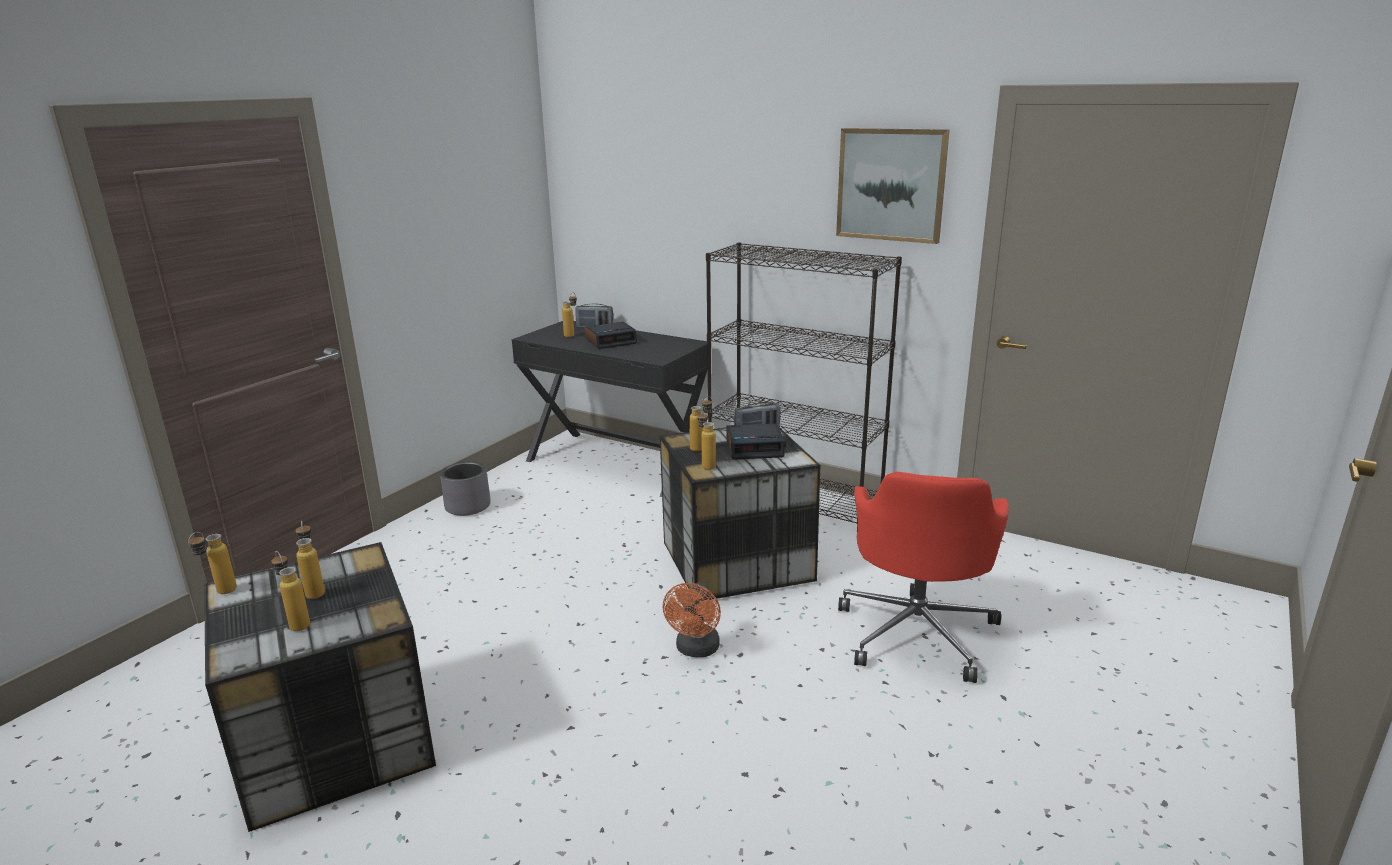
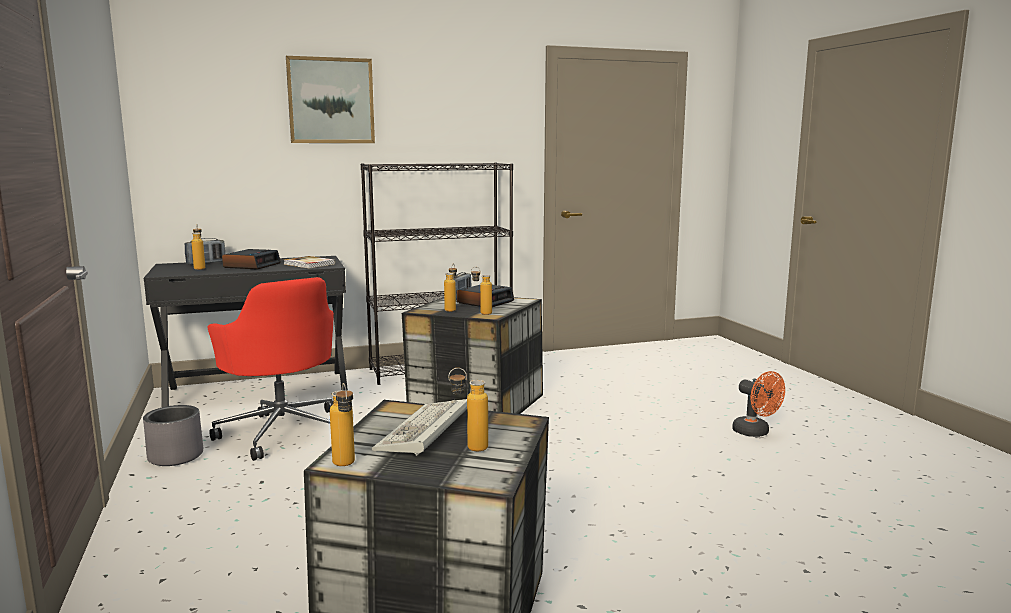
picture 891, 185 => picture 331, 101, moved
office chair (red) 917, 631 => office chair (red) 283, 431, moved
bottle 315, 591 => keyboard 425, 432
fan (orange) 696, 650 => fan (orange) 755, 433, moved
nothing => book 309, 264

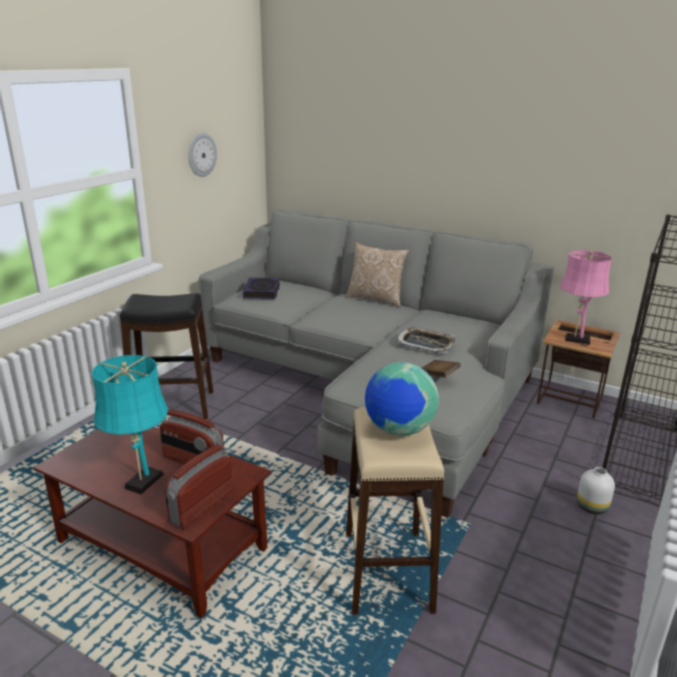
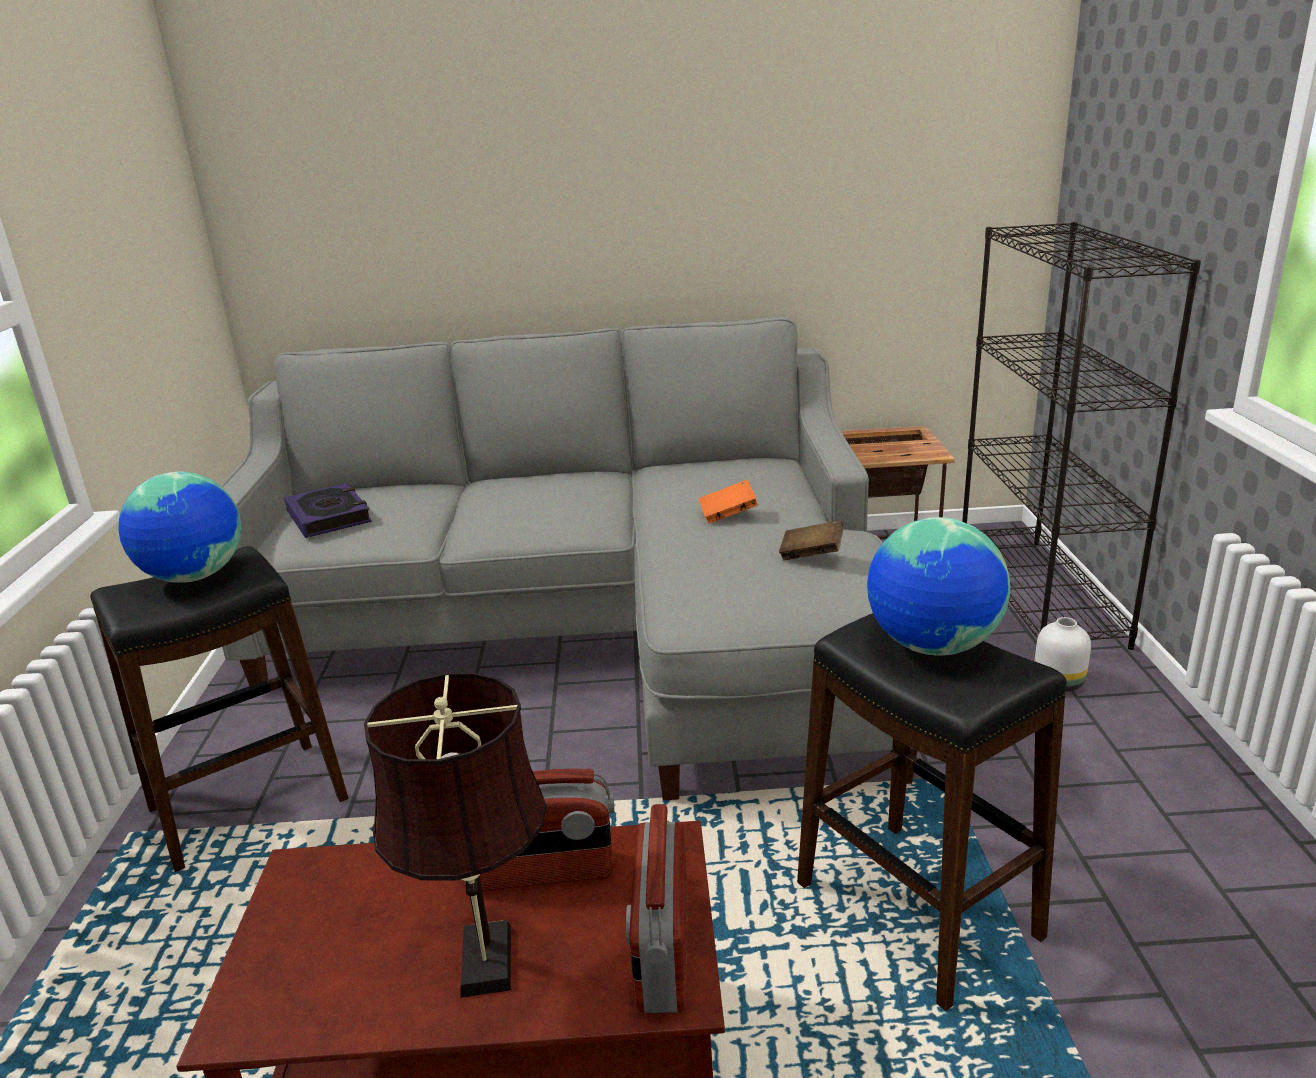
wall clock 201, 155 => nothing
pillow 376, 299 => nothing
table lamp (pink) 574, 339 => nothing
tray 426, 344 => book (orange) 728, 515
table lamp (turquoise) 141, 483 => table lamp (brown) 485, 968
stool (beige) 388, 571 => stool (black) 918, 910
nothing => globe 195, 577

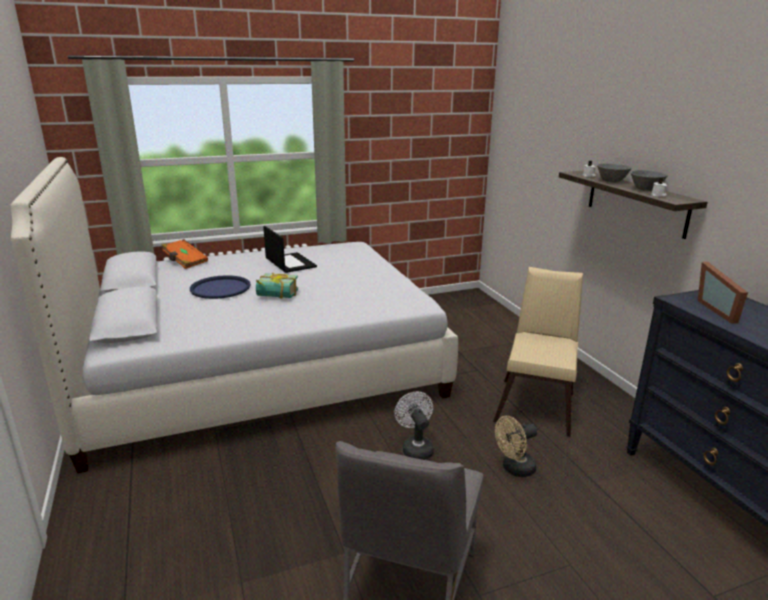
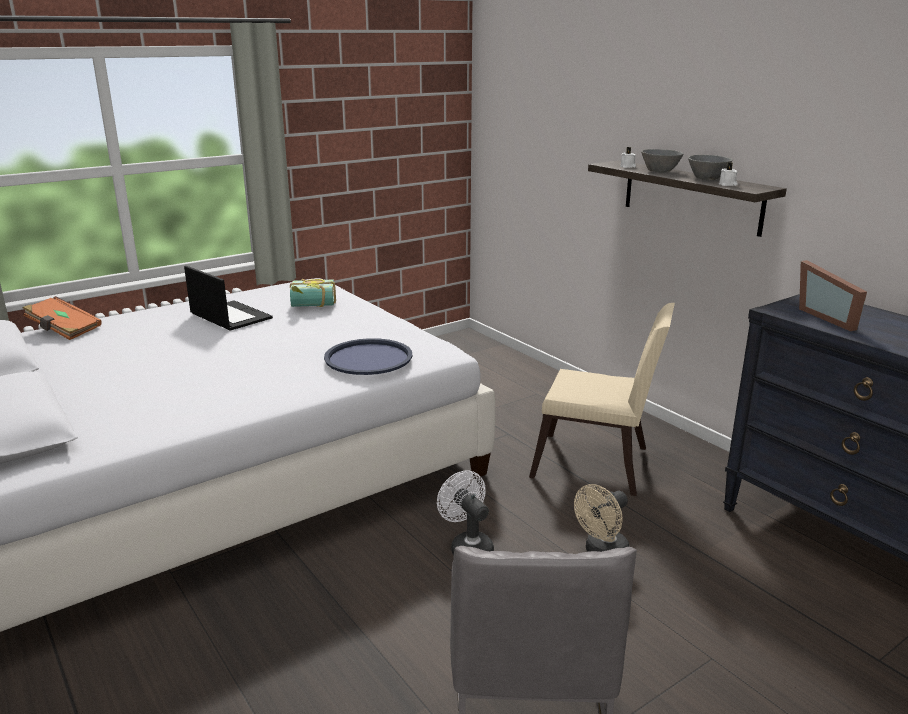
chair (beige) 537, 403 => chair (beige) 598, 466, 105 degrees clockwise
book 276, 296 => book 313, 306, moved
tray (blue) 220, 288 => tray (blue) 368, 358, moved

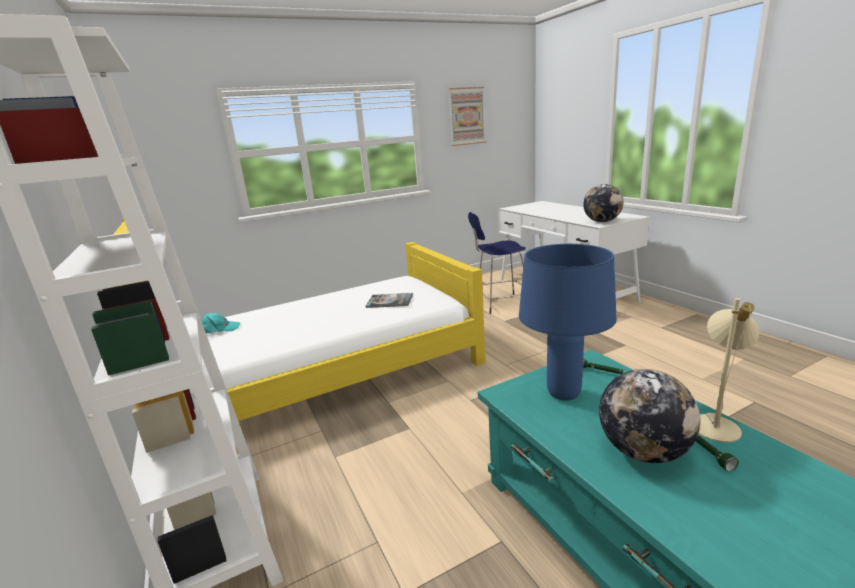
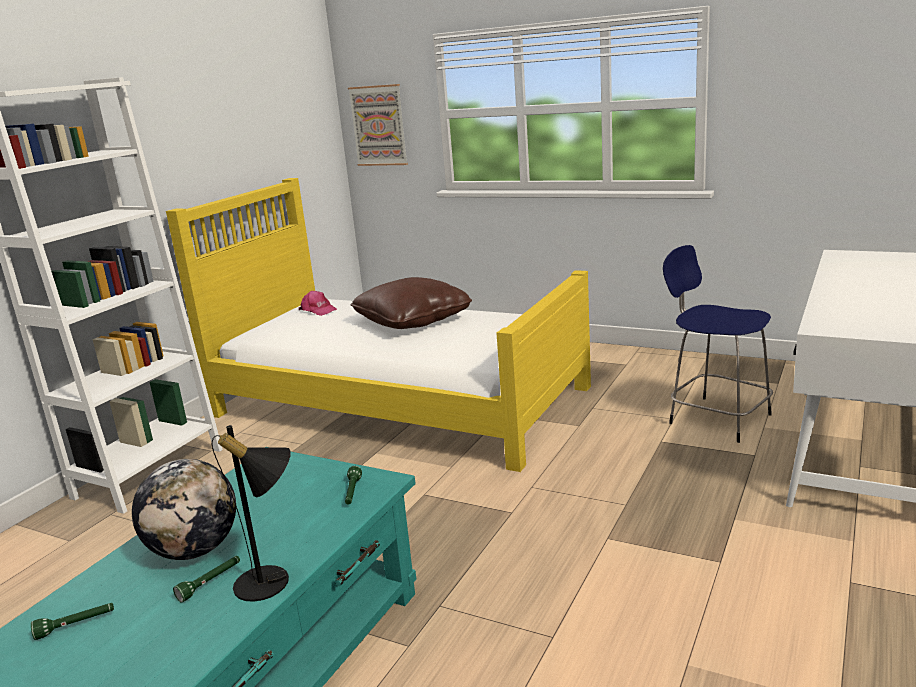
picture 467, 116 => picture 379, 125, moved
globe 602, 221 => nothing
table lamp (blue) 563, 394 => nothing
book 390, 301 => nothing
table lamp (beige) 716, 423 => table lamp (black) 272, 583
cap (turquoise) 218, 329 => cap (pink) 318, 310
nothing => pillow (brown) 412, 321
nothing => flashlight (green) 76, 625

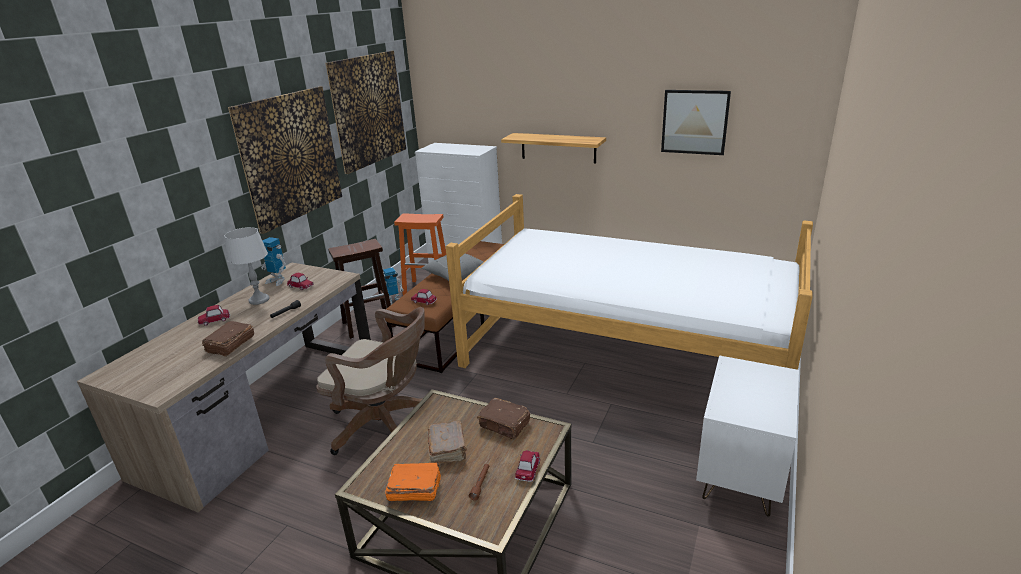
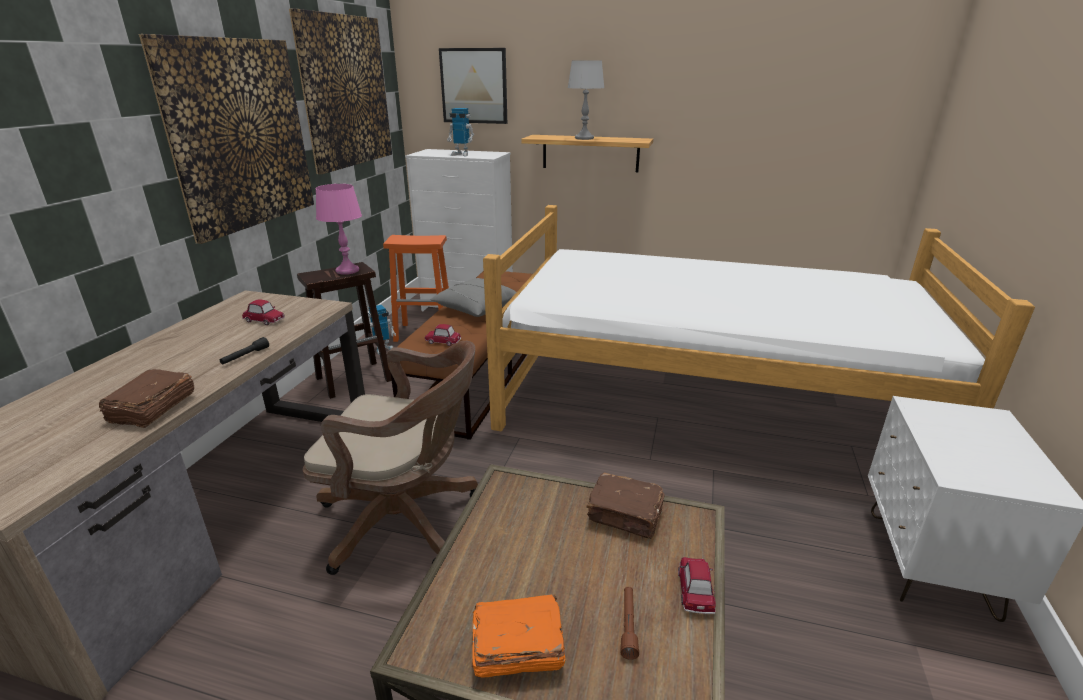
picture 694, 122 => picture 474, 86, moved
table lamp (grey) 259, 300 => table lamp (grey) 584, 138, moved
toy robot 277, 281 => toy robot 461, 154, moved
toy car 215, 320 => nothing
book (brown) 448, 449 => nothing
nothing => table lamp (pink) 347, 271

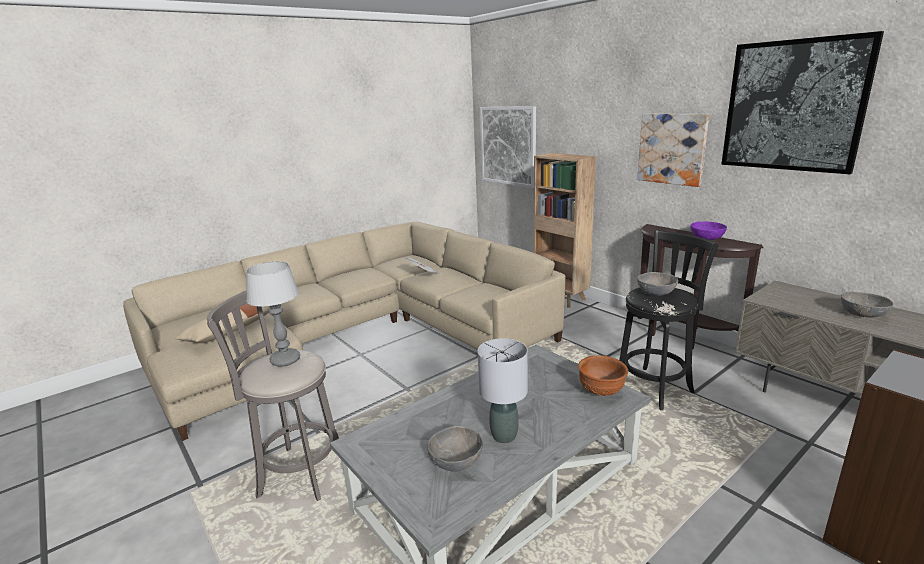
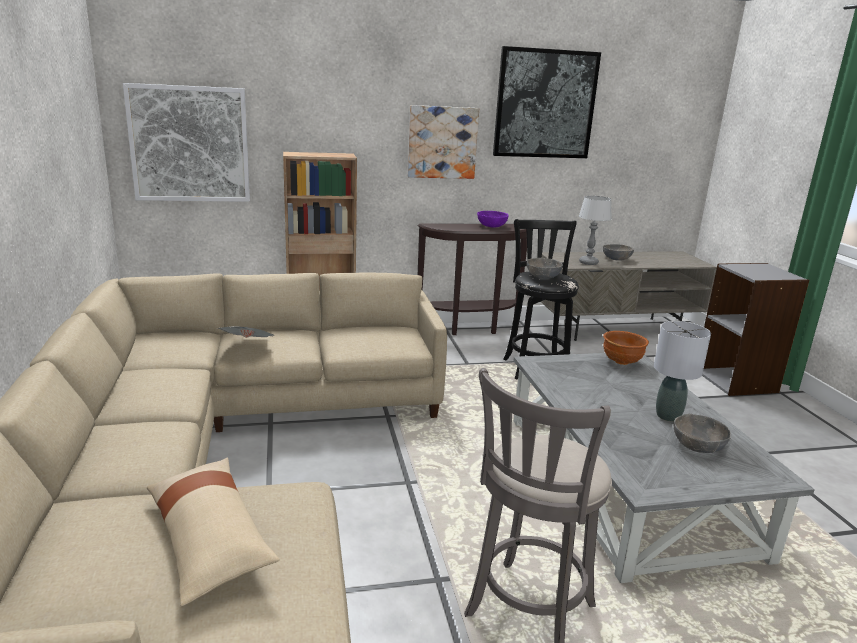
table lamp 286, 360 => table lamp 588, 262, moved

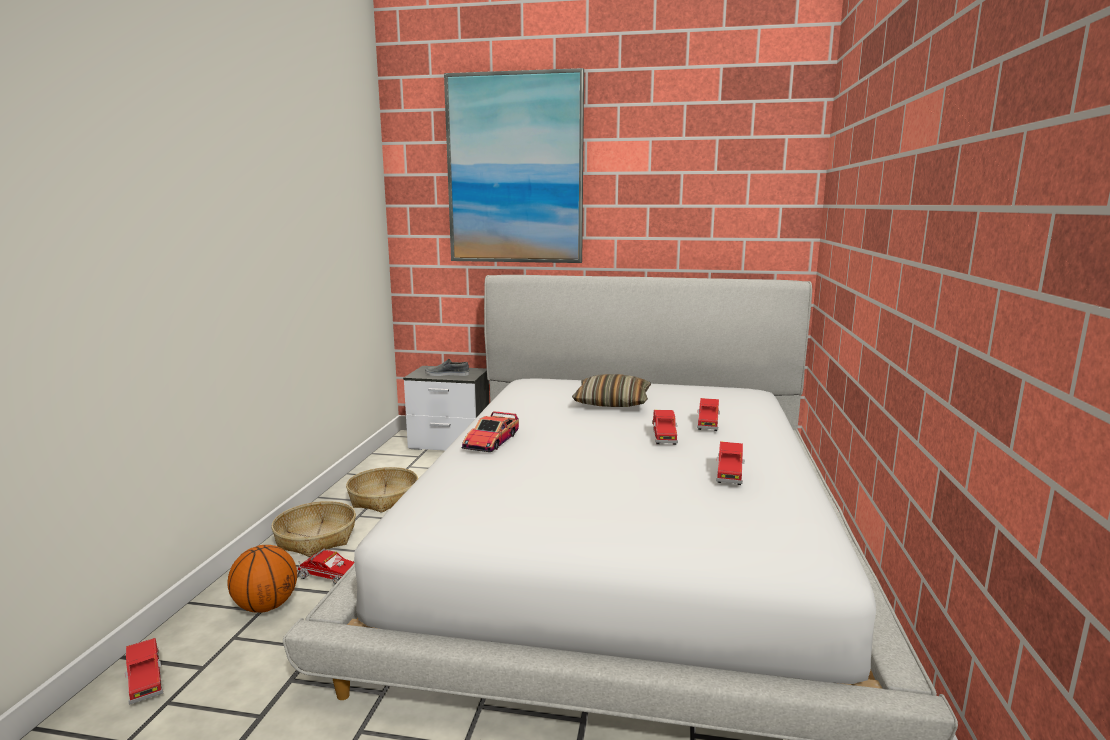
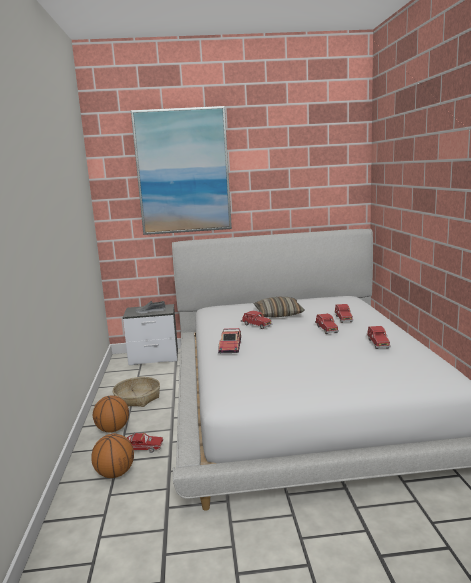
basket 316, 538 => basketball 113, 429
toy car (red) 146, 681 => toy car (red) 256, 325, moved

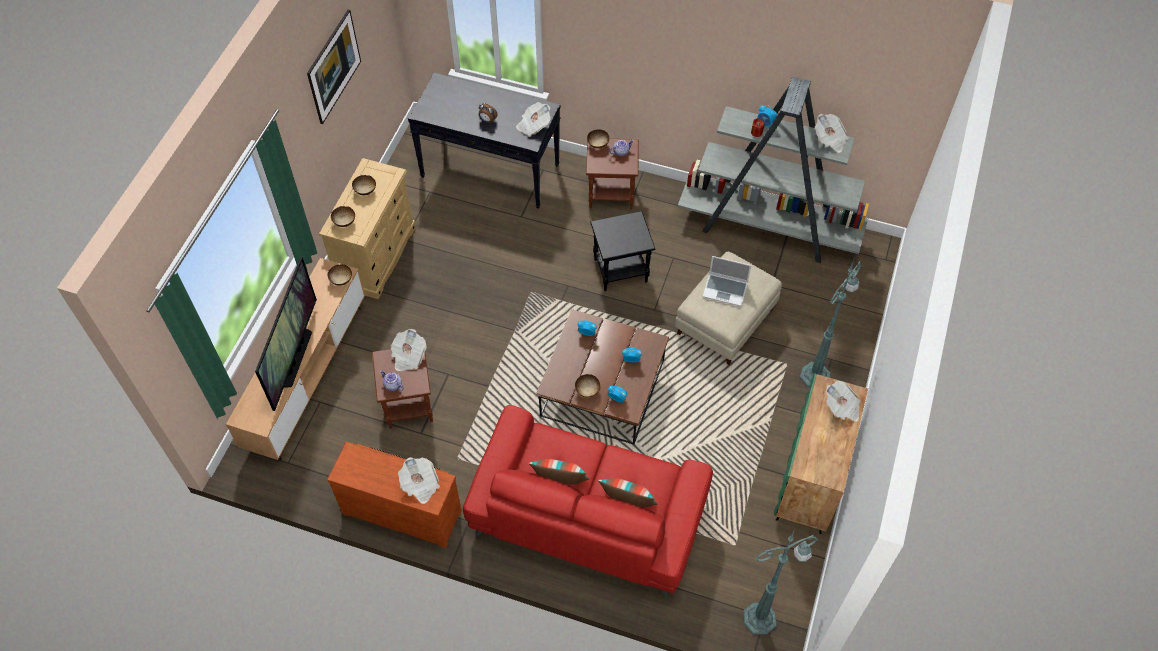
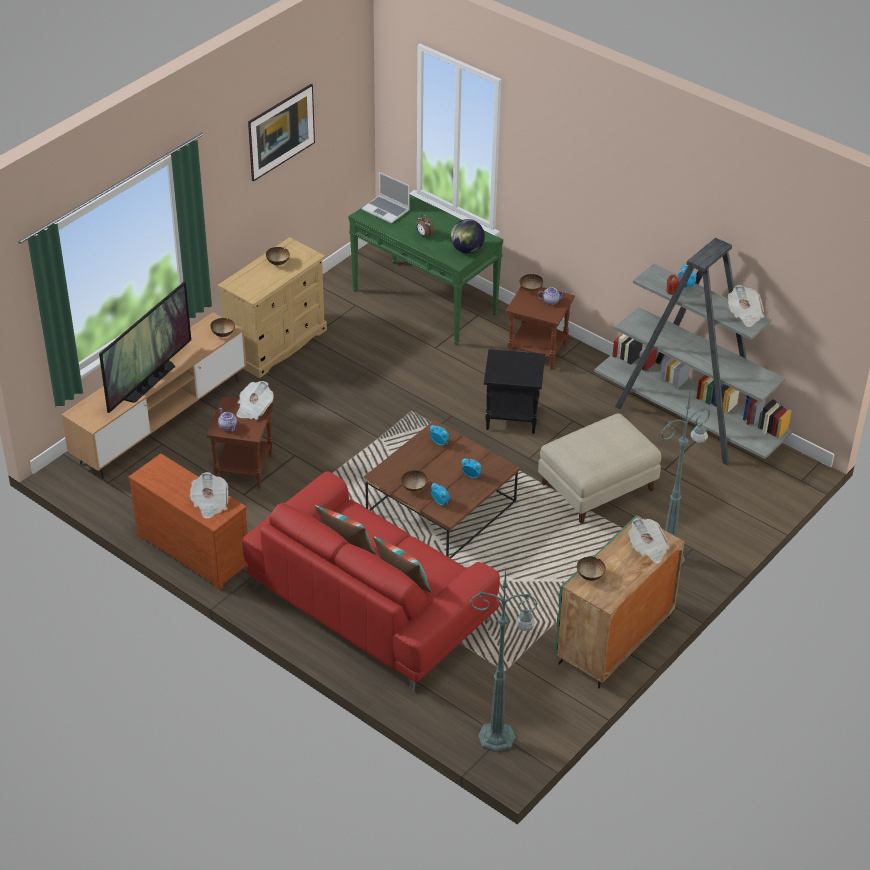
console table (black) 491, 171 => console table (green) 425, 303
newspaper 533, 125 => globe 467, 250
bowl 344, 222 => bowl 590, 576, moved
laptop 725, 290 => laptop 386, 210, moved

